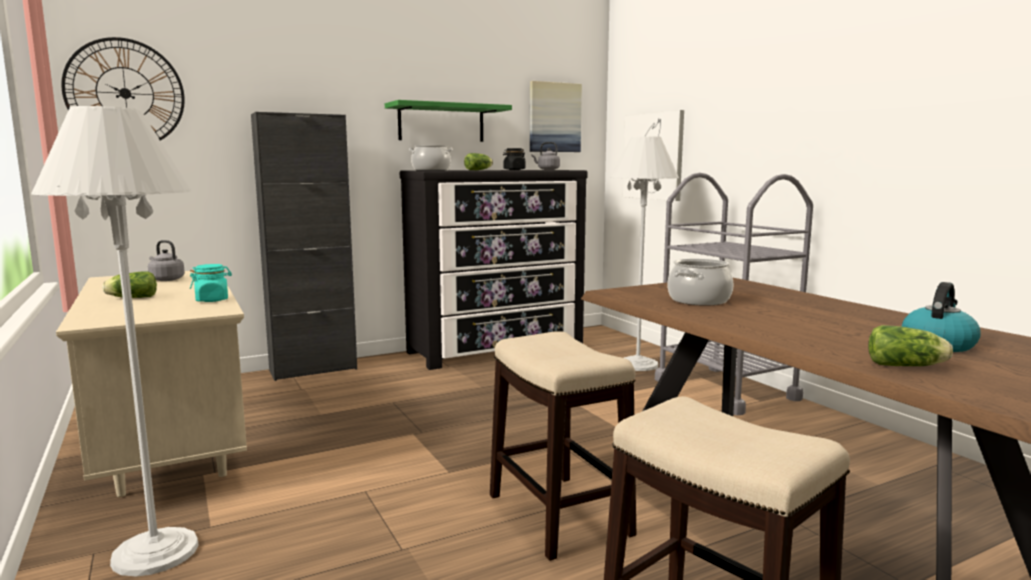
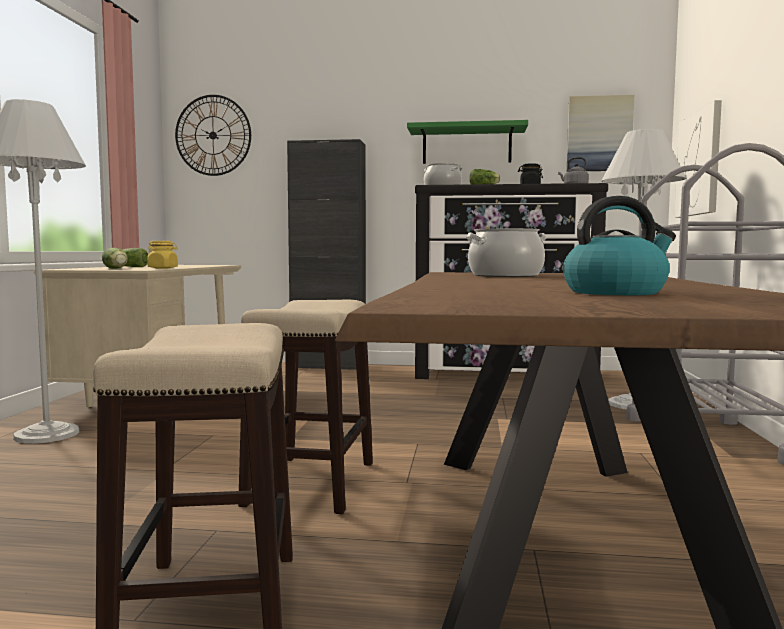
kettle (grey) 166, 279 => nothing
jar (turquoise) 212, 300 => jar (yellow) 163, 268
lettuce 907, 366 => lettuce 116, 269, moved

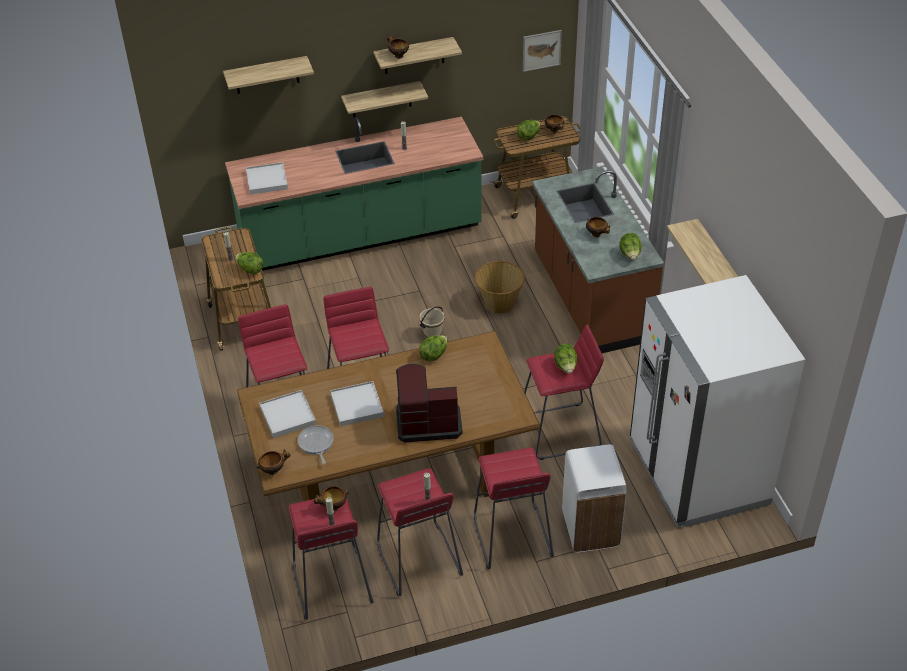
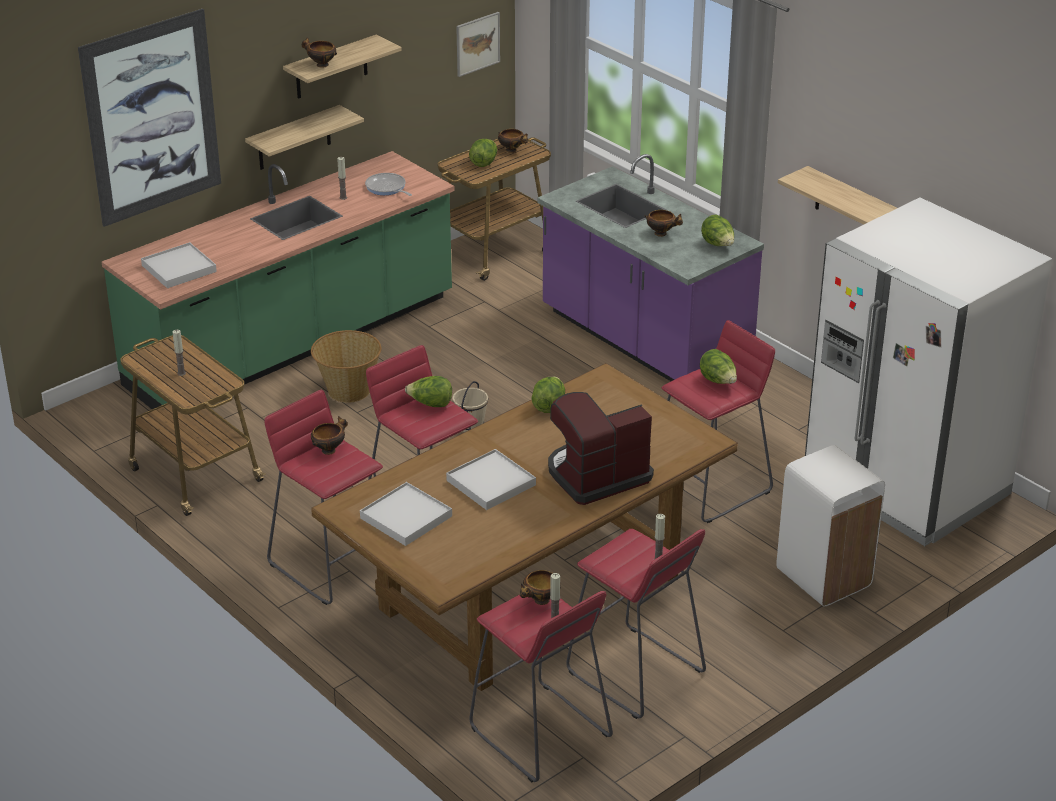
shelf 267, 75 => picture 152, 118
counter (brown) 590, 299 => counter (purple) 643, 342
lettuce 250, 270 => lettuce 430, 404, moved
basket 499, 303 => basket 348, 390, moved
frying pan 316, 444 => frying pan 387, 188, moved
stool (red) 512, 537 => nothing
bowl 273, 470 => bowl 329, 449, moved

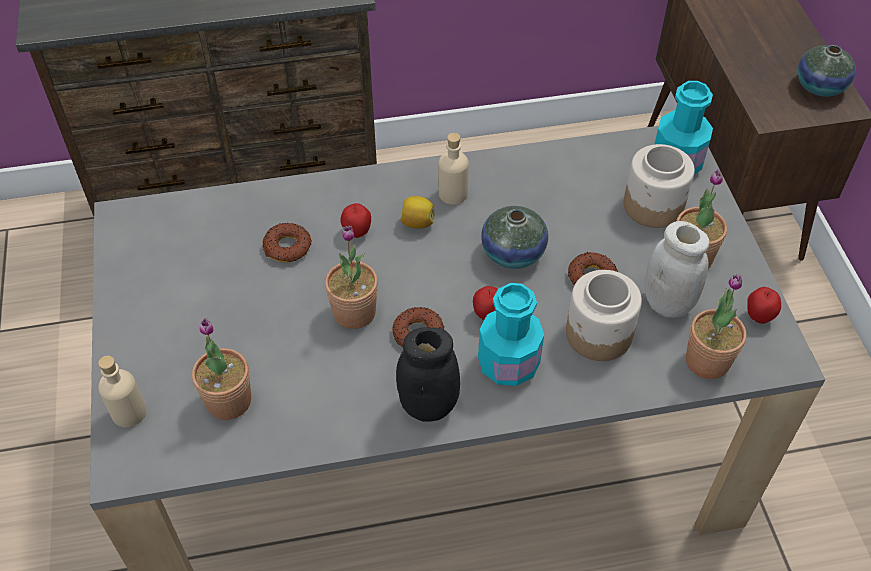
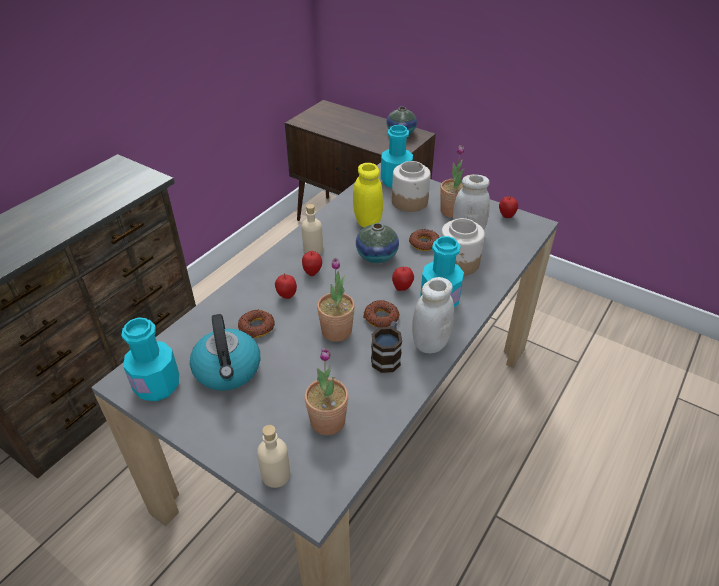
lemon 417, 223 => apple 312, 272
potted plant 707, 361 => nothing
jar (black) 428, 405 => jar (white) 430, 343
nothing => jar (yellow) 367, 222
nothing => kettle 228, 370
nothing => bottle (turquoise) 157, 385
nothing => mug 387, 356

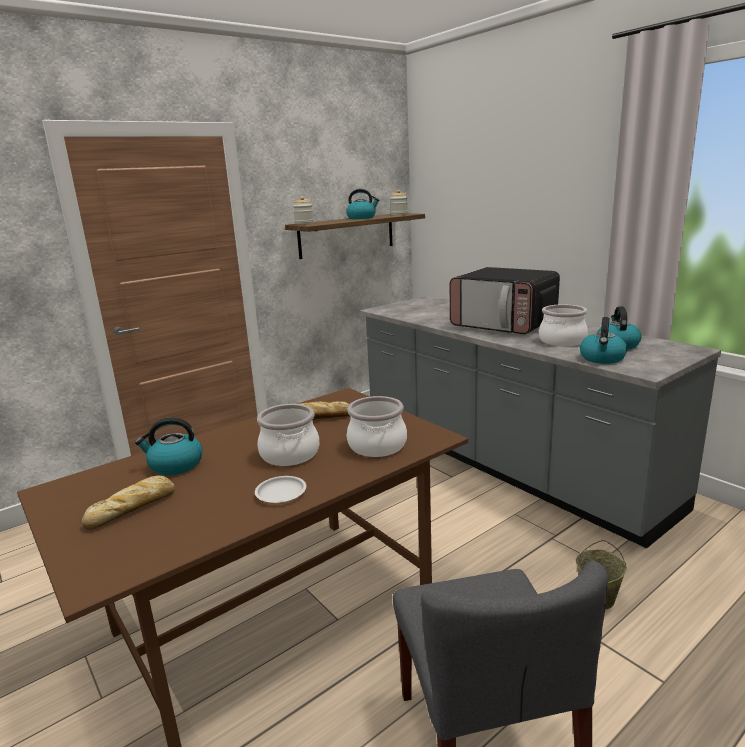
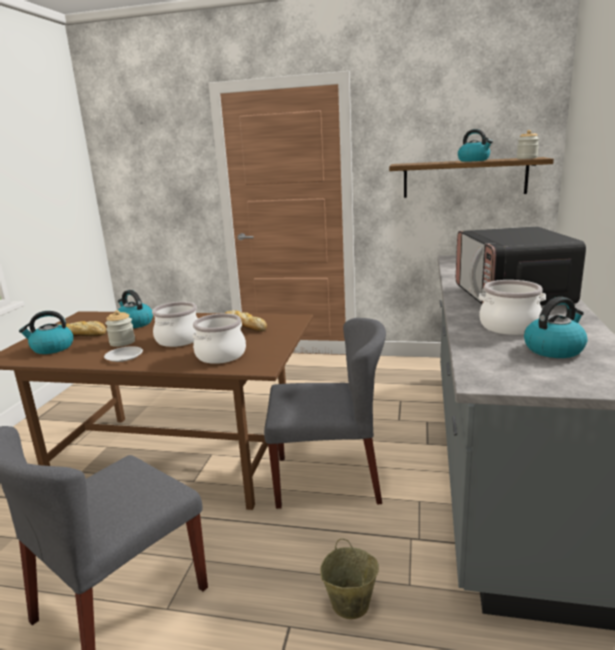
jar 304, 223 => jar 122, 342, moved
kettle 602, 358 => kettle 52, 348, moved
nothing => chair (grey) 328, 479

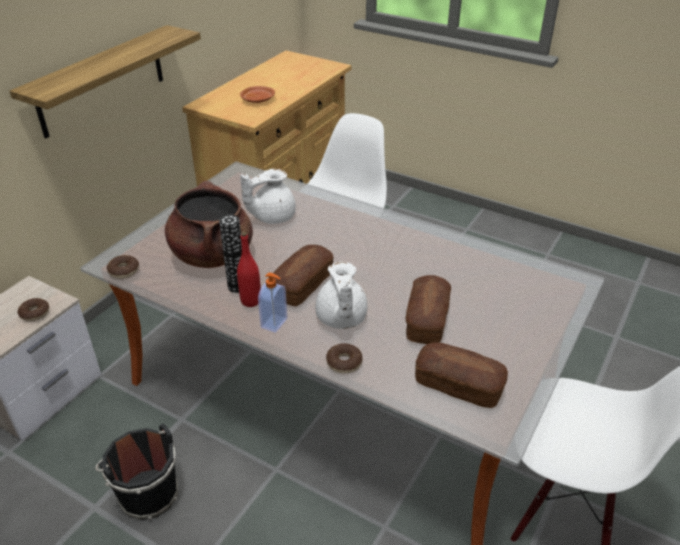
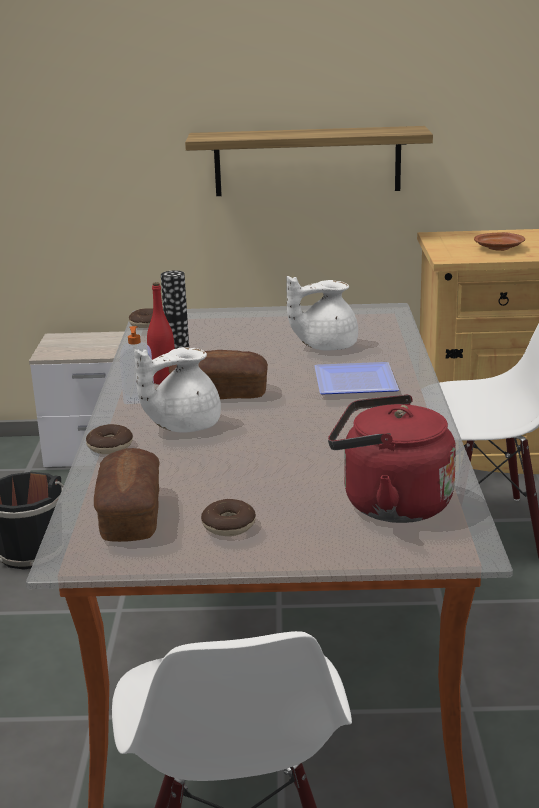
teapot (white) 271, 216 => teapot (white) 325, 346, 45 degrees counterclockwise
cooking pot (brown) 212, 255 => nothing
bread 426, 320 => nothing
donut 35, 313 => donut 228, 526, moved
nothing => plate 352, 384
nothing => kettle (red) 389, 504

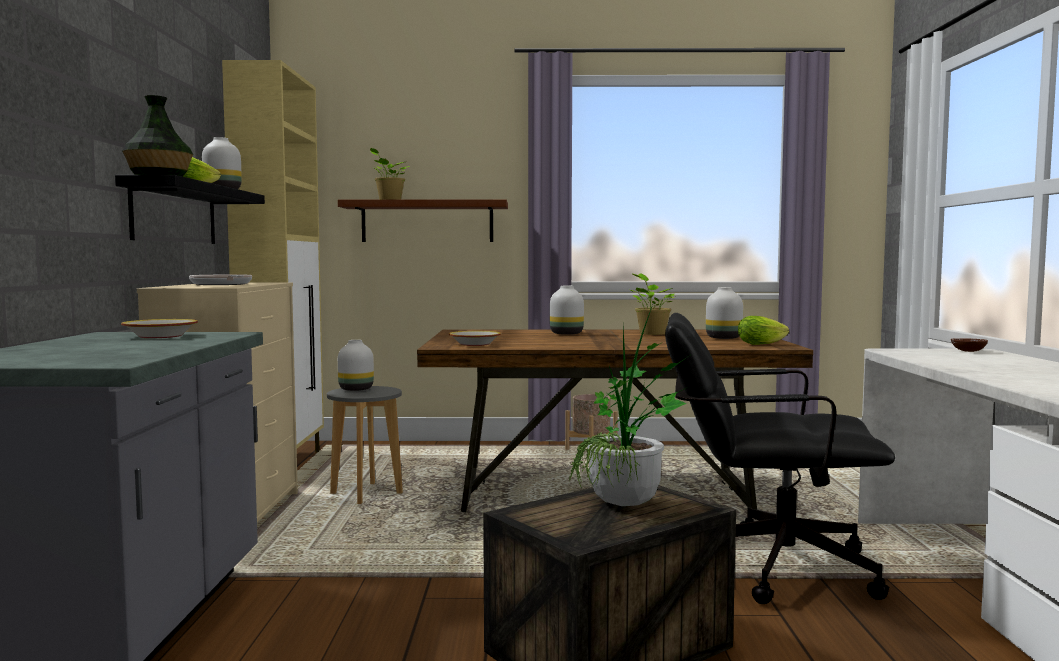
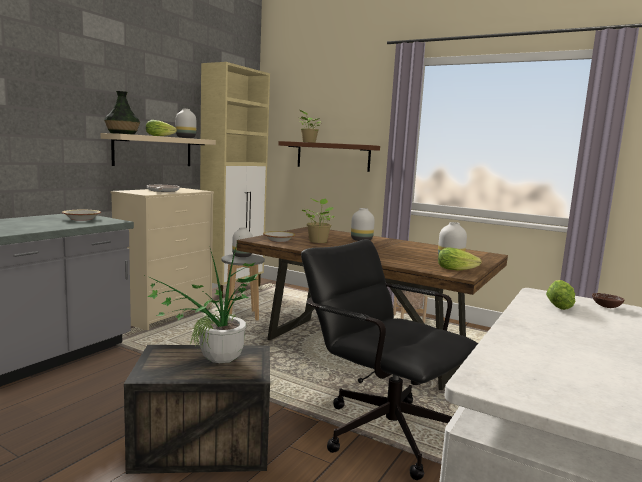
shelf (black) 175, 214 => shelf (beige) 153, 151
potted plant 651, 333 => potted plant 318, 241, moved
nothing => lettuce 560, 305

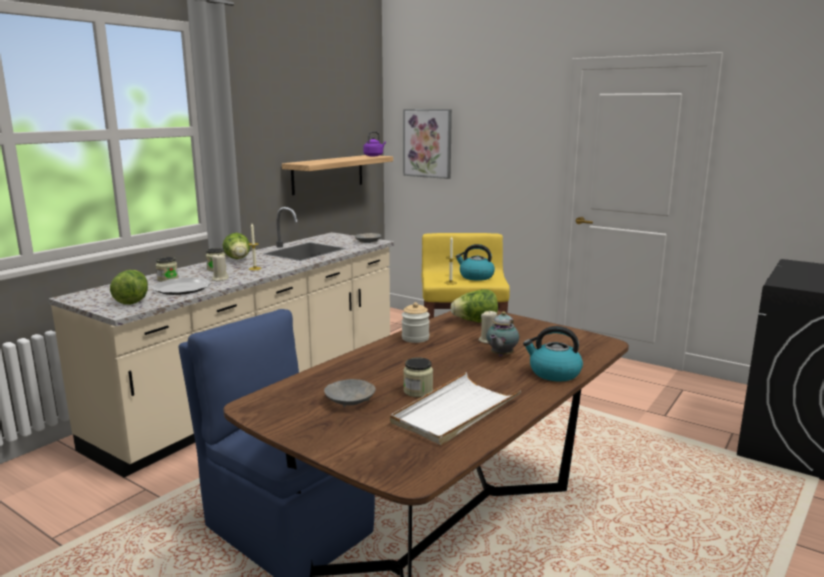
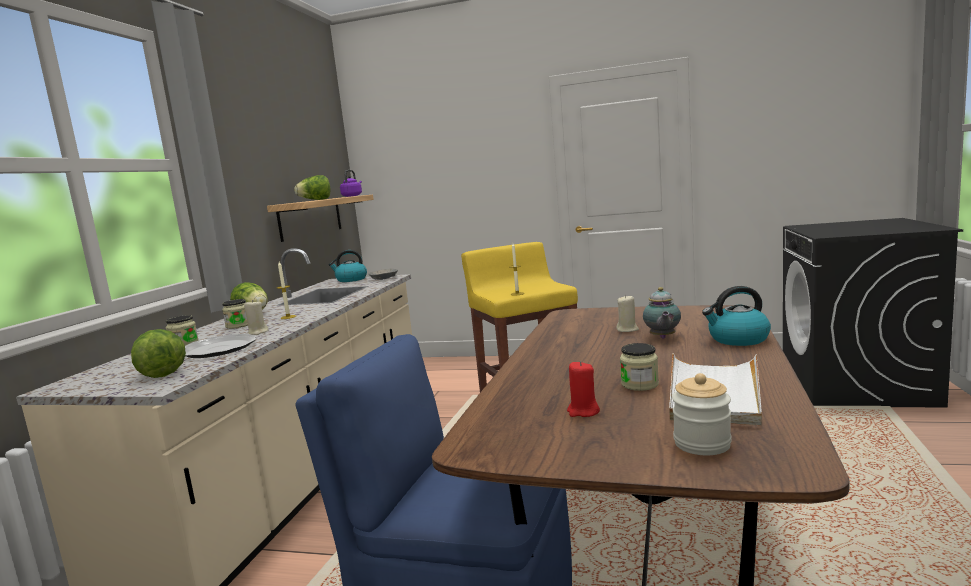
picture 427, 143 => nothing
kettle 476, 277 => kettle 351, 280, moved
lettuce 475, 322 => lettuce 315, 200, moved
jar 415, 338 => jar 702, 444, moved
bowl (grey) 350, 401 => candle (red) 583, 411

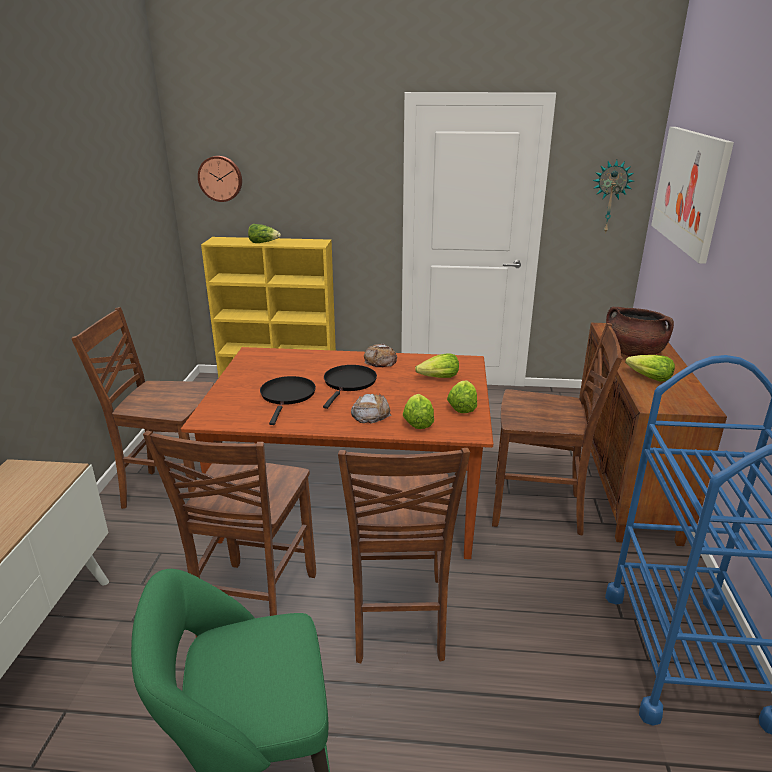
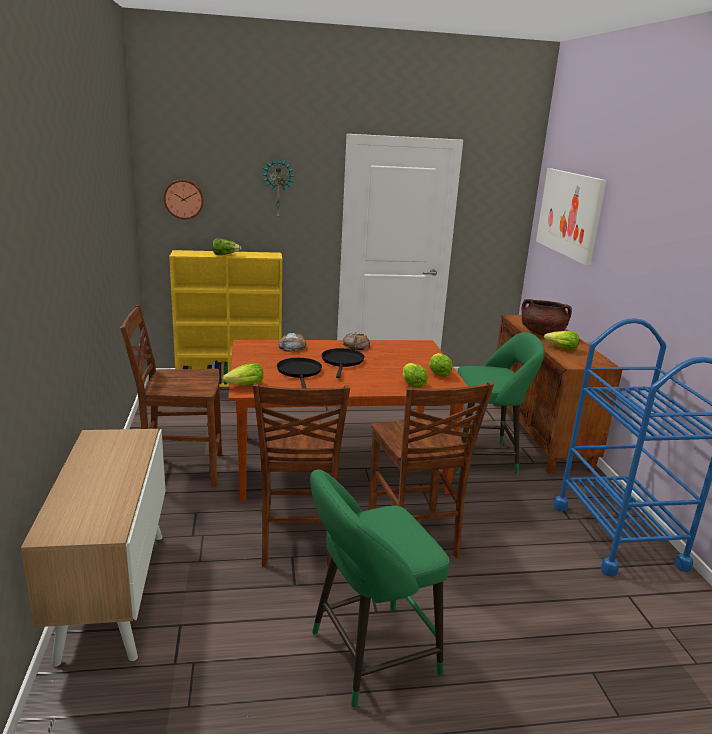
wall clock 610, 196 => wall clock 278, 188, moved
chair (brown) 539, 509 => stool (green) 485, 457
lettuce 439, 378 => lettuce 245, 386, moved
bread 370, 413 => bread 292, 347, moved

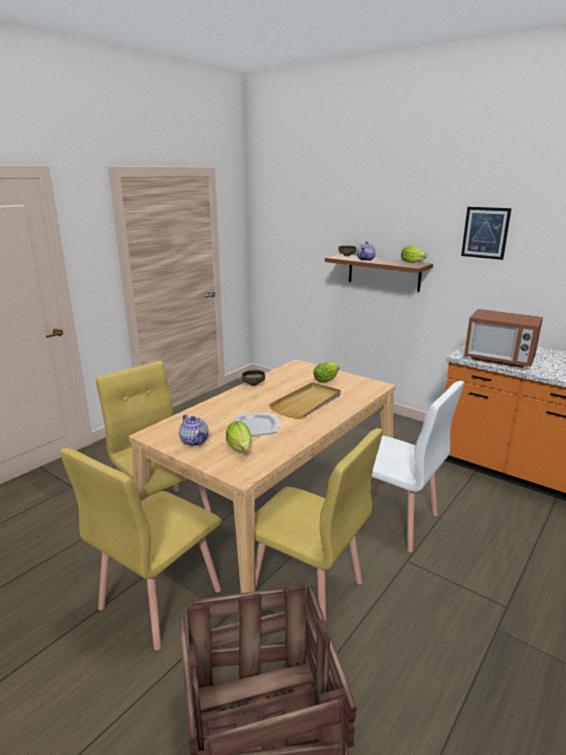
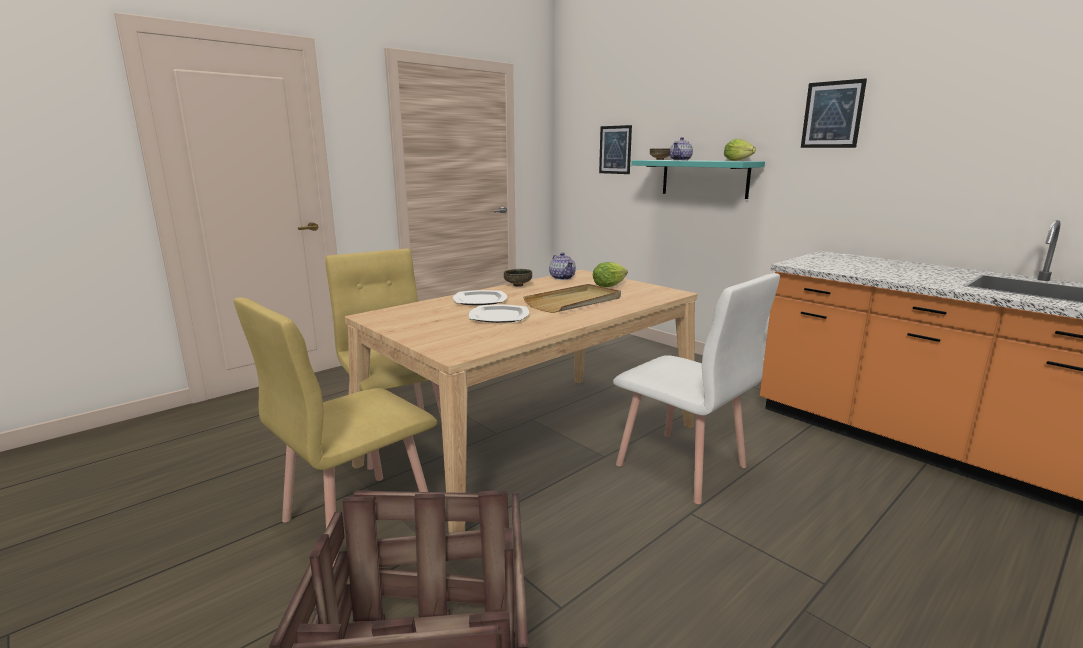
shelf (brown) 384, 272 => shelf (turquoise) 704, 178
microwave 499, 359 => nothing
teapot 194, 441 => teapot 562, 278, moved
lettuce 241, 449 => nothing
chair (yellow) 306, 591 => nothing
nothing => picture 615, 150
nothing => plate 480, 300

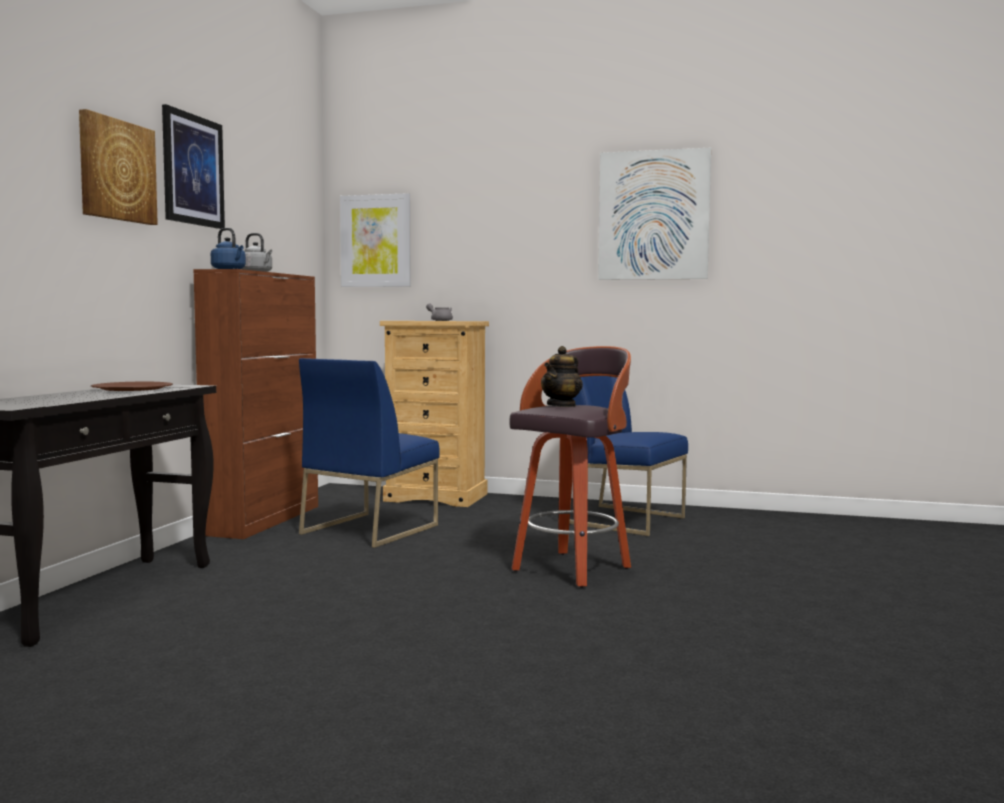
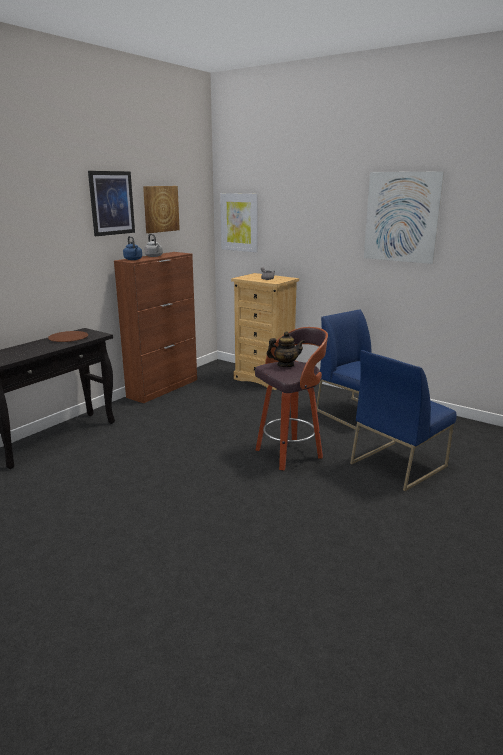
picture 116, 170 => picture 160, 209, moved
teapot 562, 405 => teapot 285, 365, 150 degrees counterclockwise
chair (blue) 369, 529 => chair (blue) 398, 464, moved

